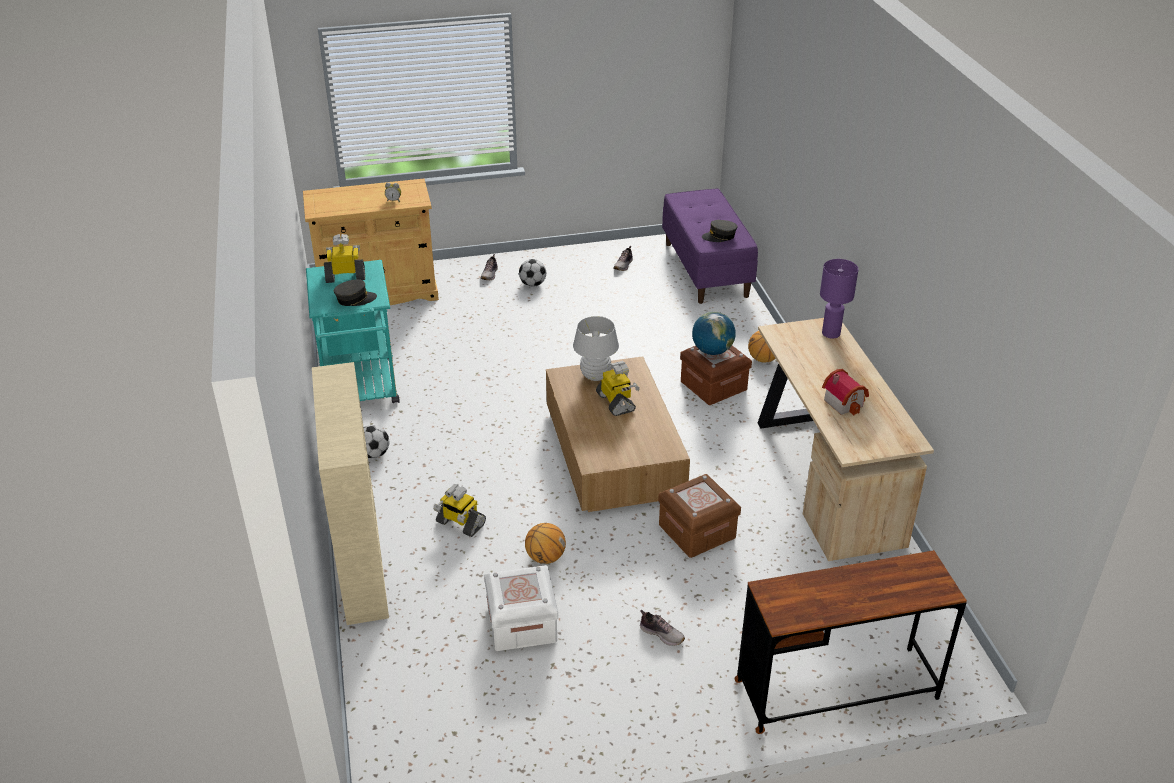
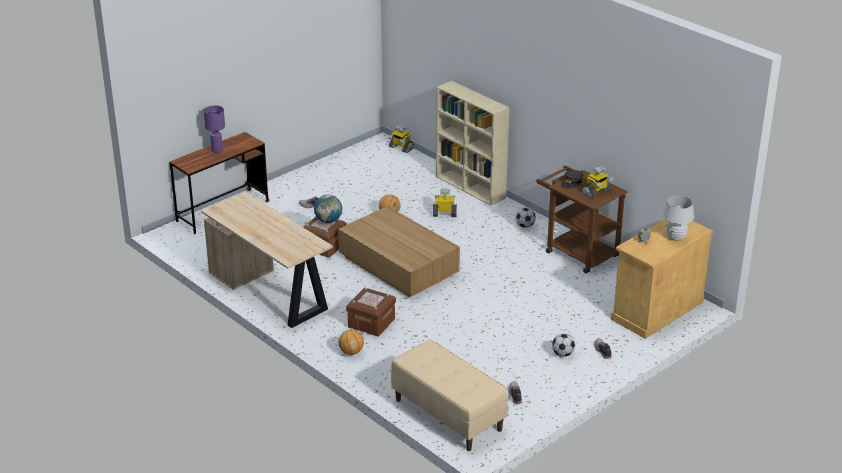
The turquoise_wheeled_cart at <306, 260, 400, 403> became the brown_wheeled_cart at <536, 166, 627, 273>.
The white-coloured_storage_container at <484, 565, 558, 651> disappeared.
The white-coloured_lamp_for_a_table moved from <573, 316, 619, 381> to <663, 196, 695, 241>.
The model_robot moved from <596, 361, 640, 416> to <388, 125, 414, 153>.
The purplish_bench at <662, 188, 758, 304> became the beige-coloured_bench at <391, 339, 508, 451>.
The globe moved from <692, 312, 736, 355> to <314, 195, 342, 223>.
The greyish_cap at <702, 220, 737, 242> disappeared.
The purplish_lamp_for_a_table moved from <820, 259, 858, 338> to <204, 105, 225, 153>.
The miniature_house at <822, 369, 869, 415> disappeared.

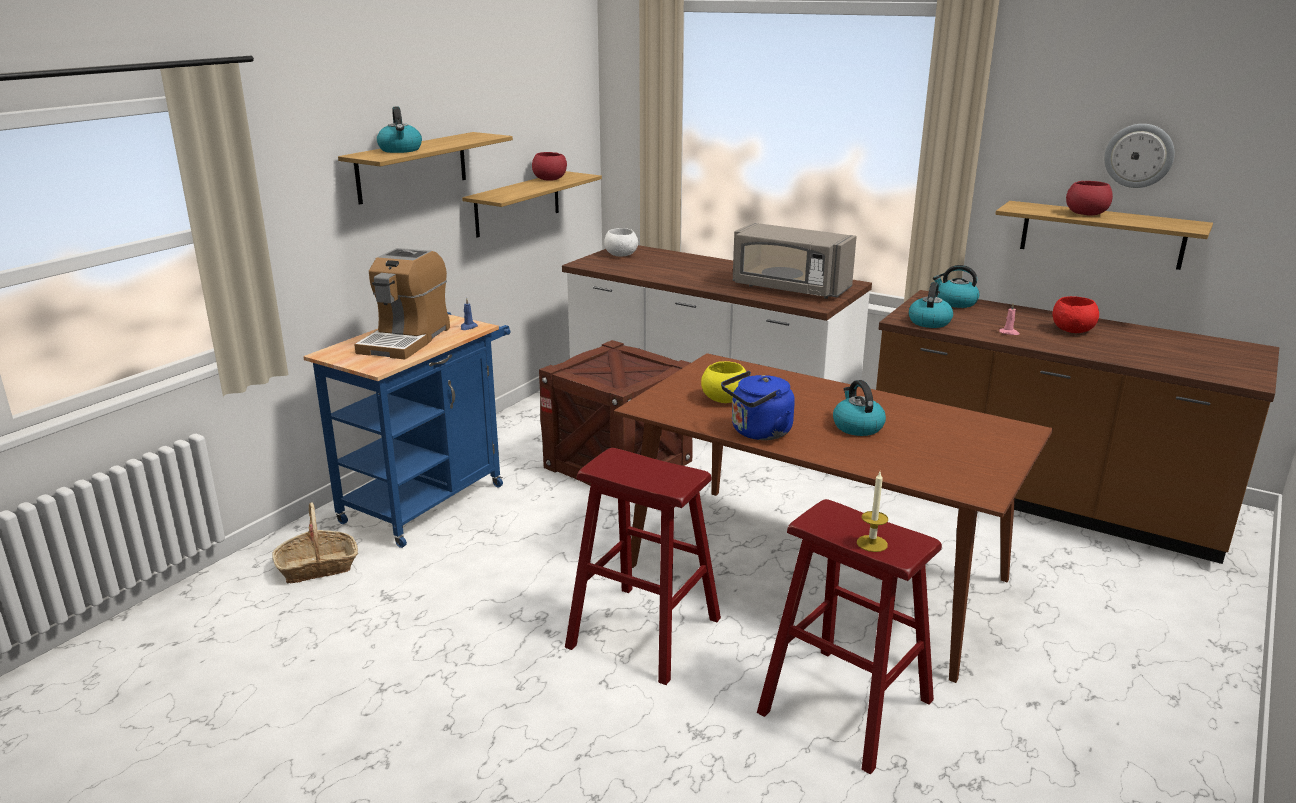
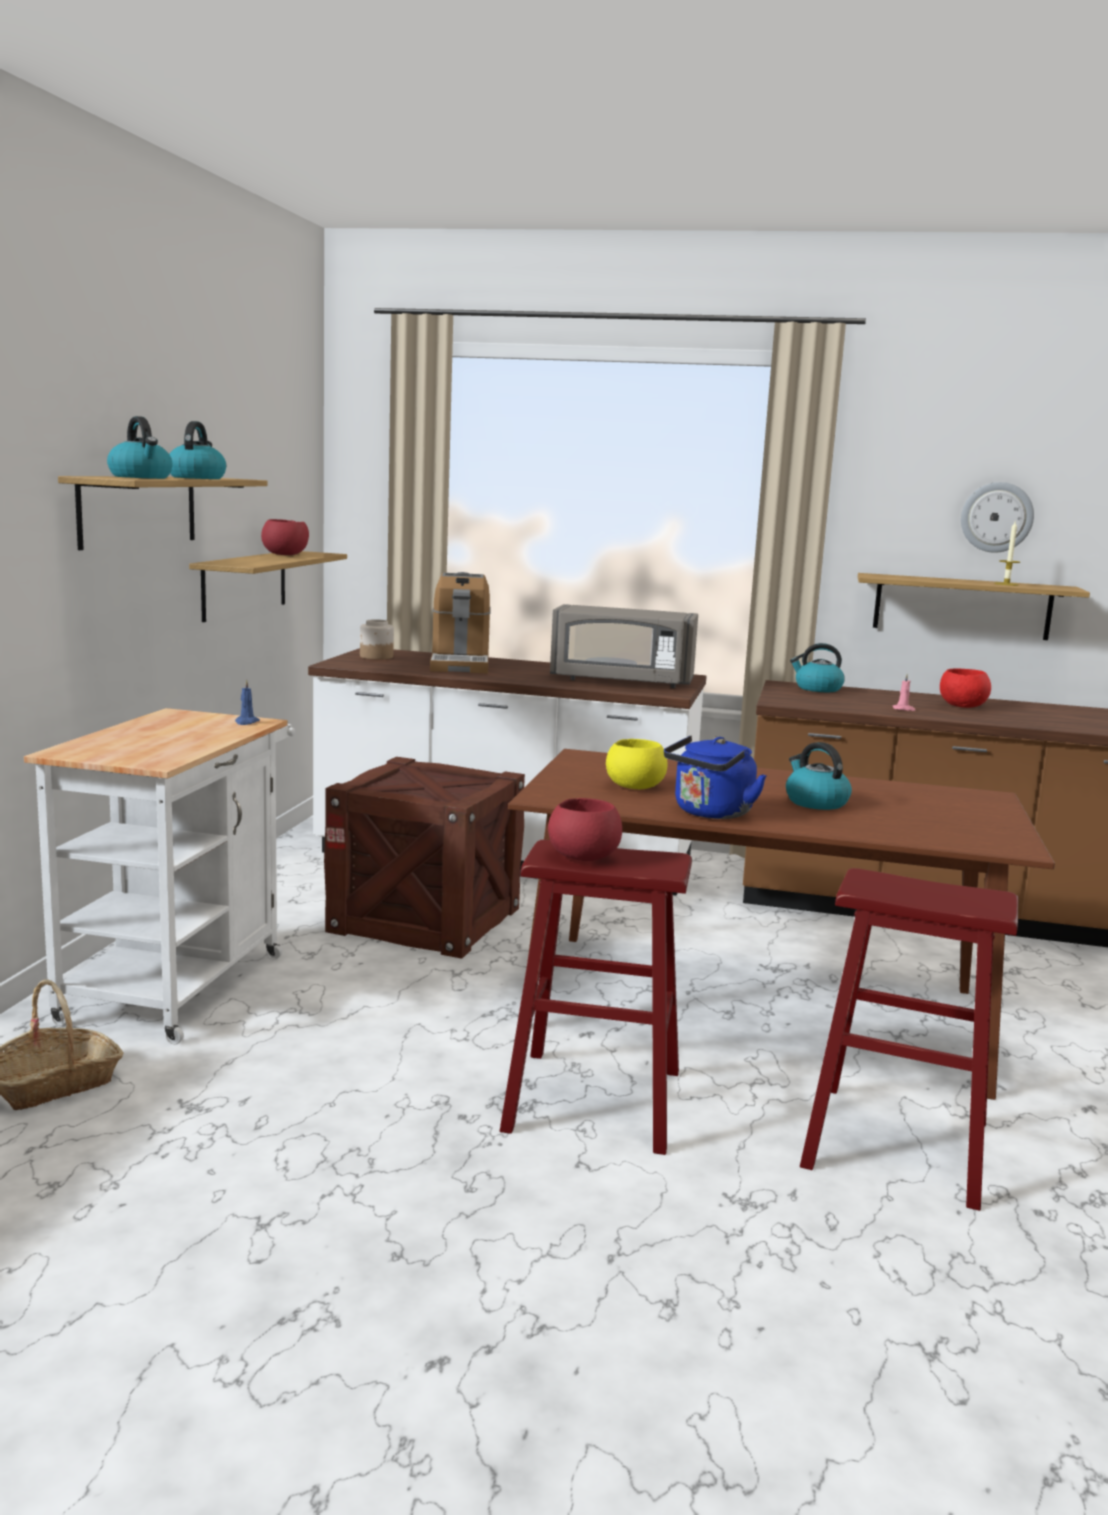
The blue-coloured_wheeled_cart at <303, 312, 511, 548> became the white-coloured_wheeled_cart at <24, 708, 295, 1044>.
The coffee_maker moved from <354, 248, 450, 360> to <430, 572, 491, 673>.
The white-coloured_serving_bowl at <604, 228, 638, 256> was replaced by the preserve_jar at <360, 619, 394, 660>.
The wax_candle moved from <857, 472, 888, 552> to <994, 521, 1020, 586>.
The kettle moved from <909, 282, 953, 328> to <169, 421, 226, 479>.
The red-coloured_serving_bowl moved from <1066, 181, 1113, 216> to <548, 798, 622, 861>.

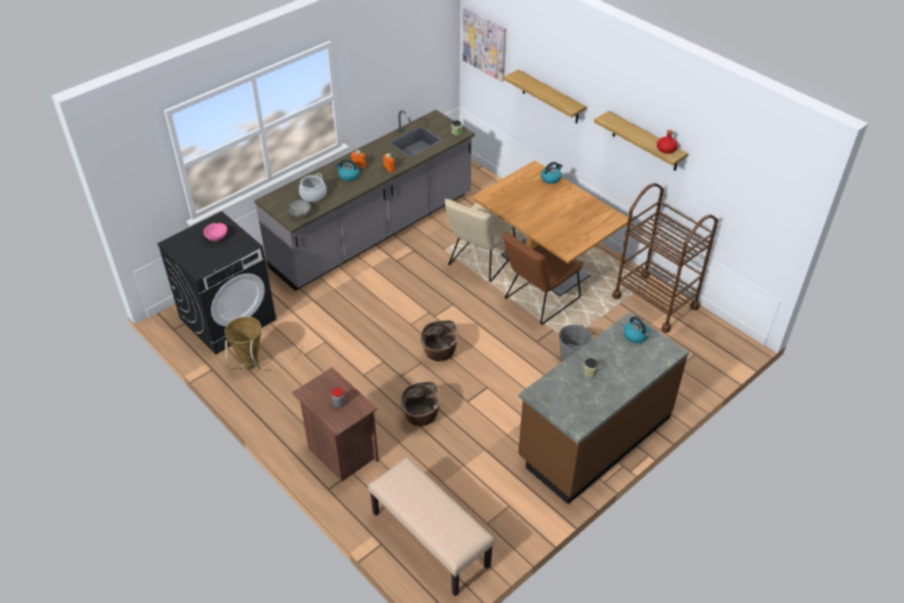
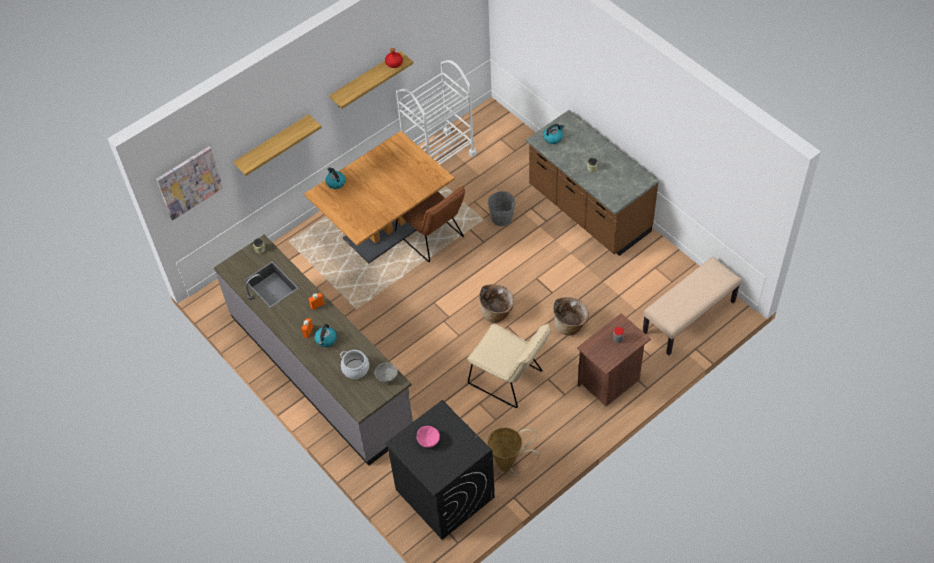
The beige-coloured_chair moved from <445, 198, 515, 282> to <468, 323, 551, 408>.
The brown_wheeled_cart at <612, 183, 718, 333> became the white-coloured_wheeled_cart at <396, 60, 477, 165>.

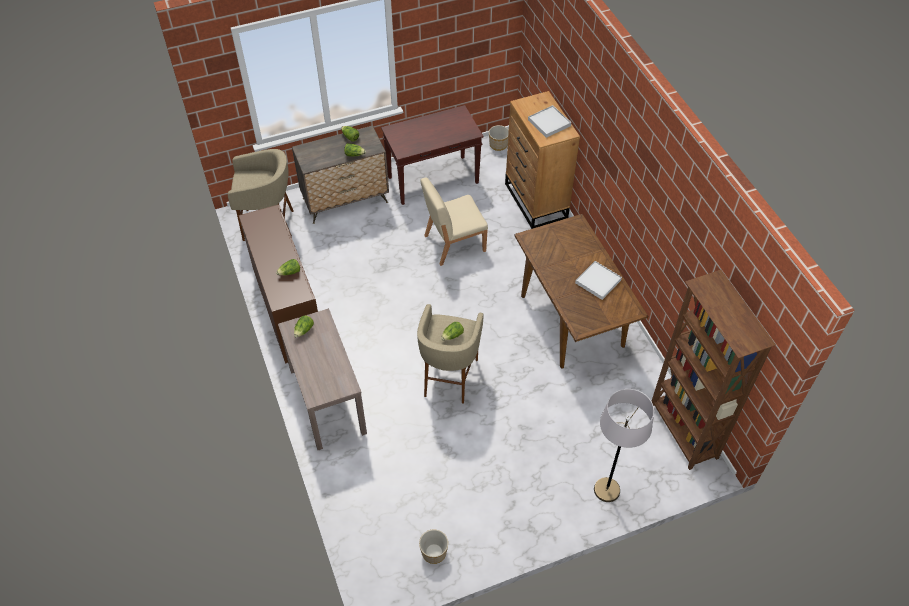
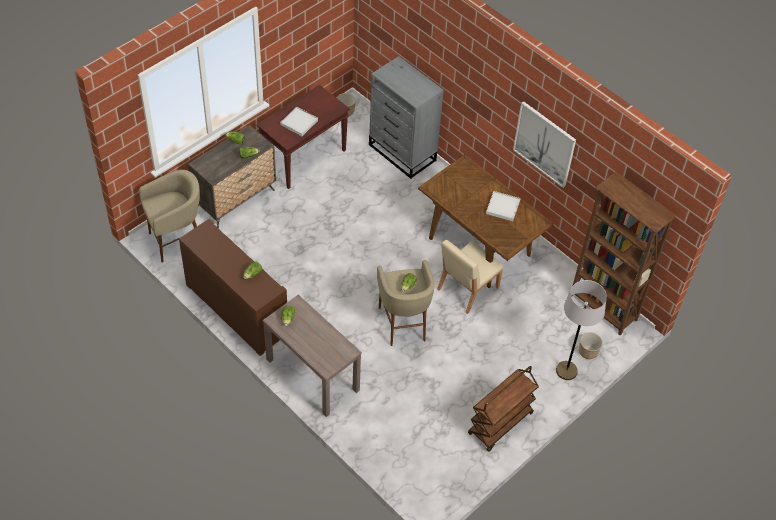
The planter moved from <419, 530, 448, 564> to <579, 332, 603, 359>.
The beige-coloured_chair moved from <420, 178, 488, 266> to <437, 240, 504, 314>.
The brown_drawer_chest at <505, 91, 580, 229> became the greyish_drawer_chest at <369, 56, 444, 179>.
The white-coloured_carrying_tray moved from <528, 105, 571, 138> to <280, 106, 318, 136>.
The brown_wheeled_cart at <468, 366, 539, 452> appeared.
The wall_art at <513, 101, 576, 188> appeared.

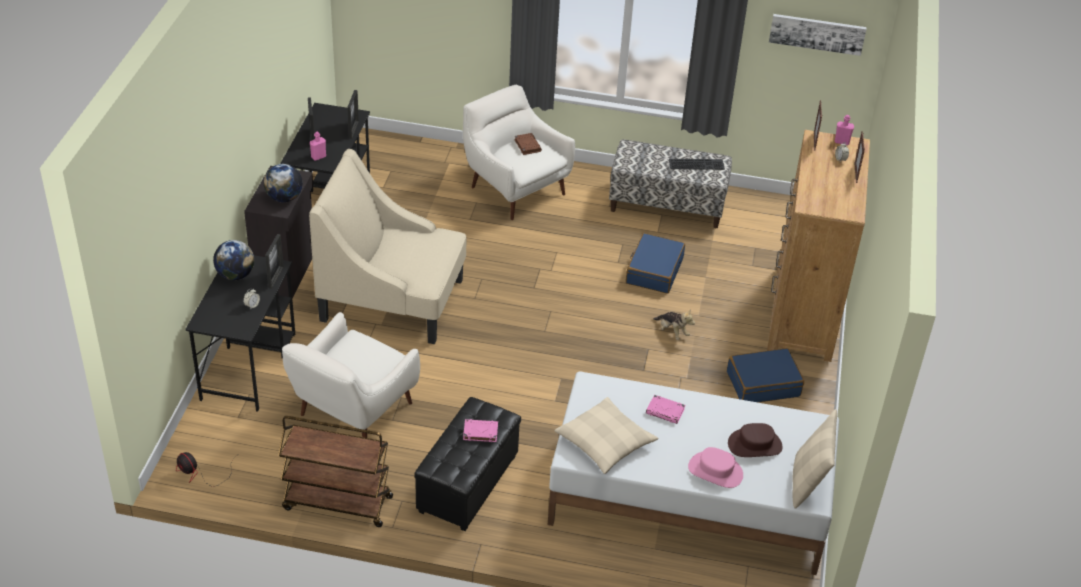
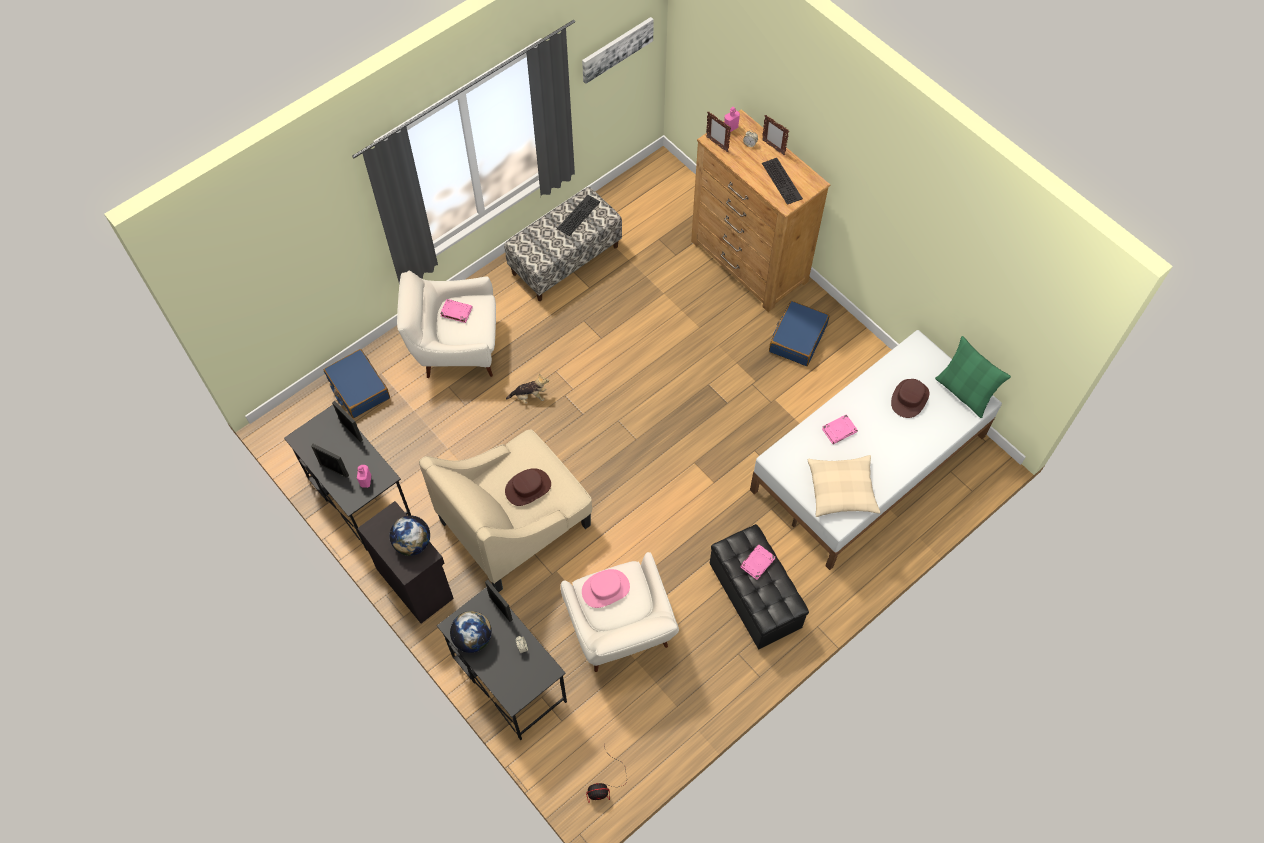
The brown_wheeled_cart at <278, 416, 393, 527> disappeared.
The brown_bound_book at <514, 133, 542, 155> became the pink_bound_book at <440, 299, 472, 323>.
The blue-coloured_travel_case moved from <626, 233, 685, 294> to <324, 349, 390, 418>.
The soft_toy moved from <653, 309, 695, 340> to <506, 373, 549, 403>.
The pink_hat moved from <688, 447, 743, 488> to <582, 569, 630, 608>.
The beige-coloured_cushion at <793, 409, 837, 509> became the green-coloured_cushion at <935, 336, 1011, 418>.
The brown_hat at <505, 468, 551, 506> appeared.
The computer_keyboard at <762, 158, 803, 205> appeared.

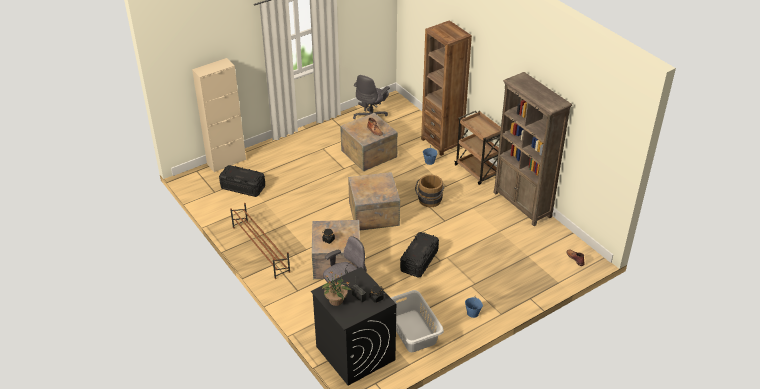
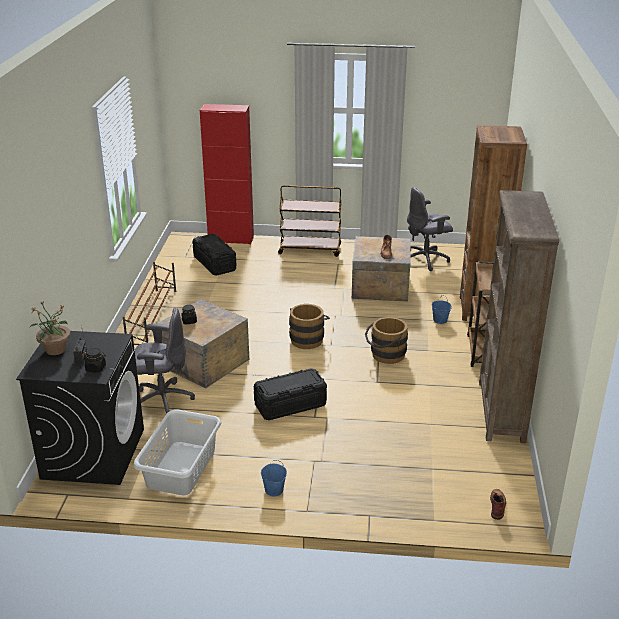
The beige-coloured_cupboard at <192, 58, 246, 172> became the red-coloured_cupboard at <200, 104, 254, 245>.
The shipping_crate at <348, 172, 400, 231> was replaced by the brown_water_bucket at <289, 304, 330, 349>.
The brown_wheeled_cart at <278, 185, 341, 257> appeared.

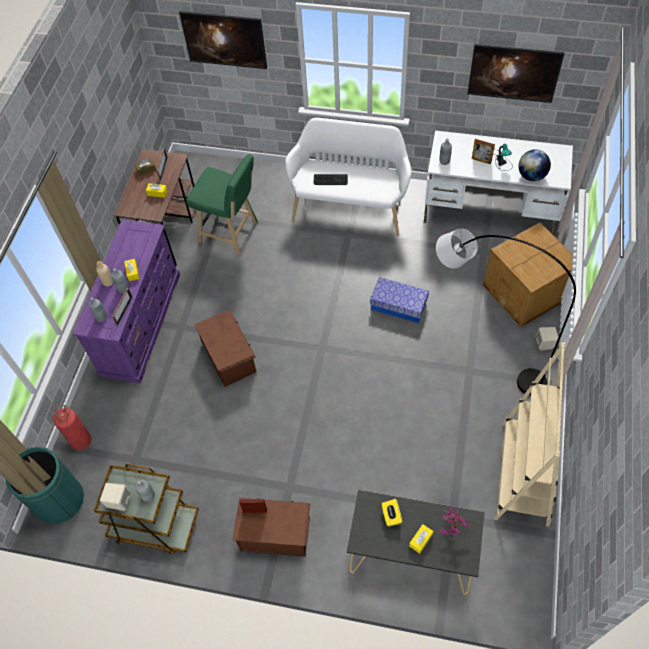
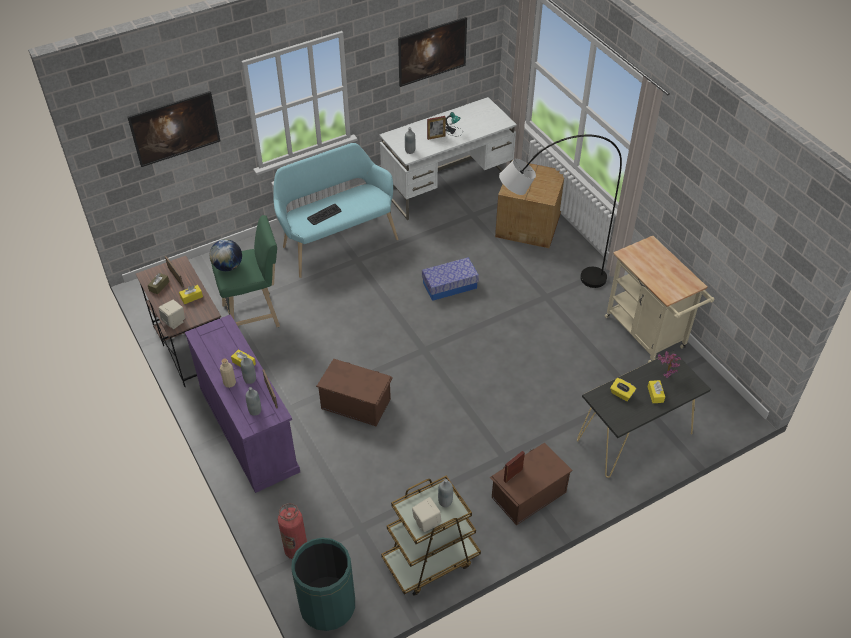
The white-coloured_bench at <285, 118, 412, 236> became the turquoise_bench at <274, 143, 398, 278>.
The beige-coloured_bookshelf at <494, 342, 565, 527> was replaced by the beige-coloured_wheeled_cart at <605, 236, 714, 363>.
The globe moved from <518, 149, 551, 181> to <210, 239, 242, 271>.
The beige-coloured_audio_speaker moved from <535, 327, 558, 350> to <158, 300, 185, 329>.

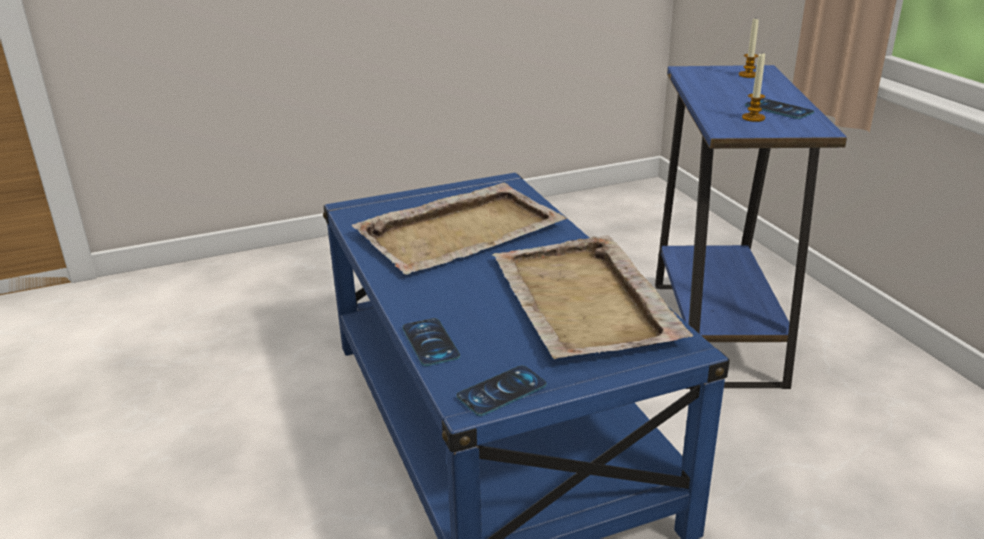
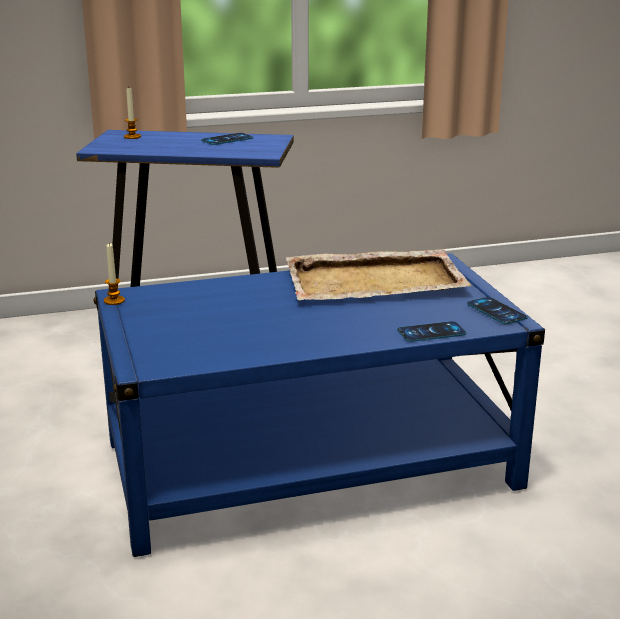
The beige-coloured_carrying_tray at <351, 182, 567, 275> disappeared.
The wax_candle moved from <742, 54, 765, 122> to <104, 243, 125, 305>.

